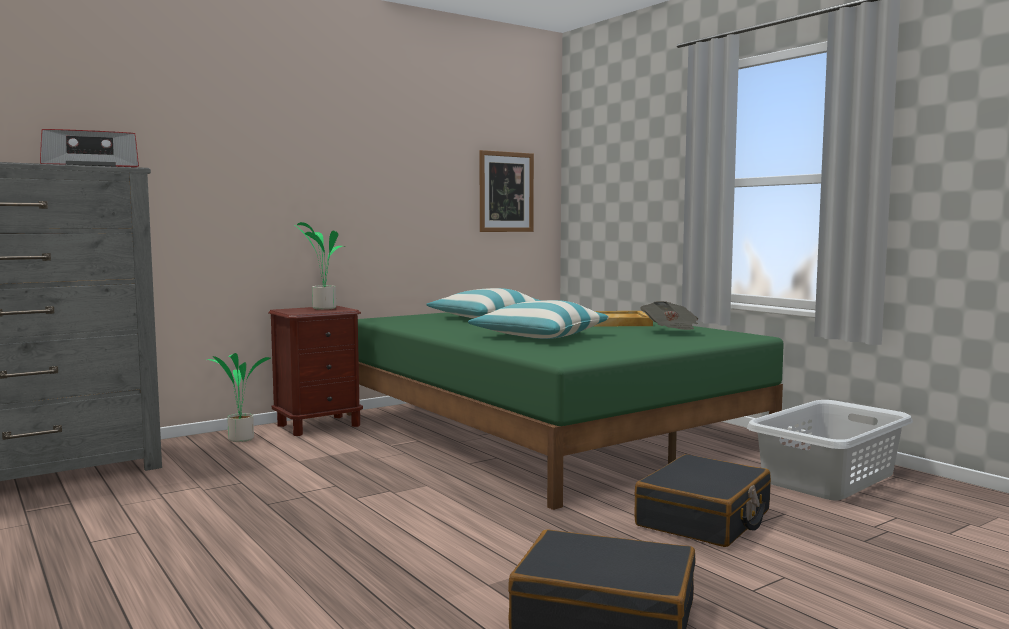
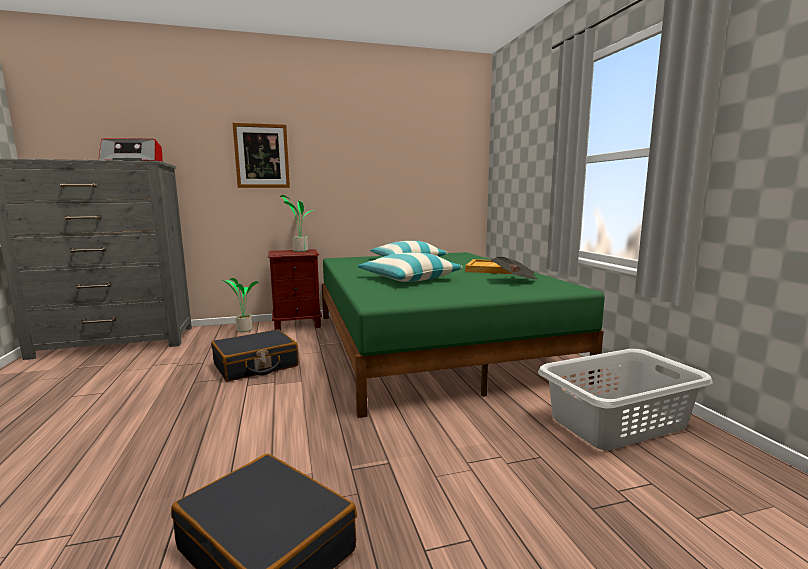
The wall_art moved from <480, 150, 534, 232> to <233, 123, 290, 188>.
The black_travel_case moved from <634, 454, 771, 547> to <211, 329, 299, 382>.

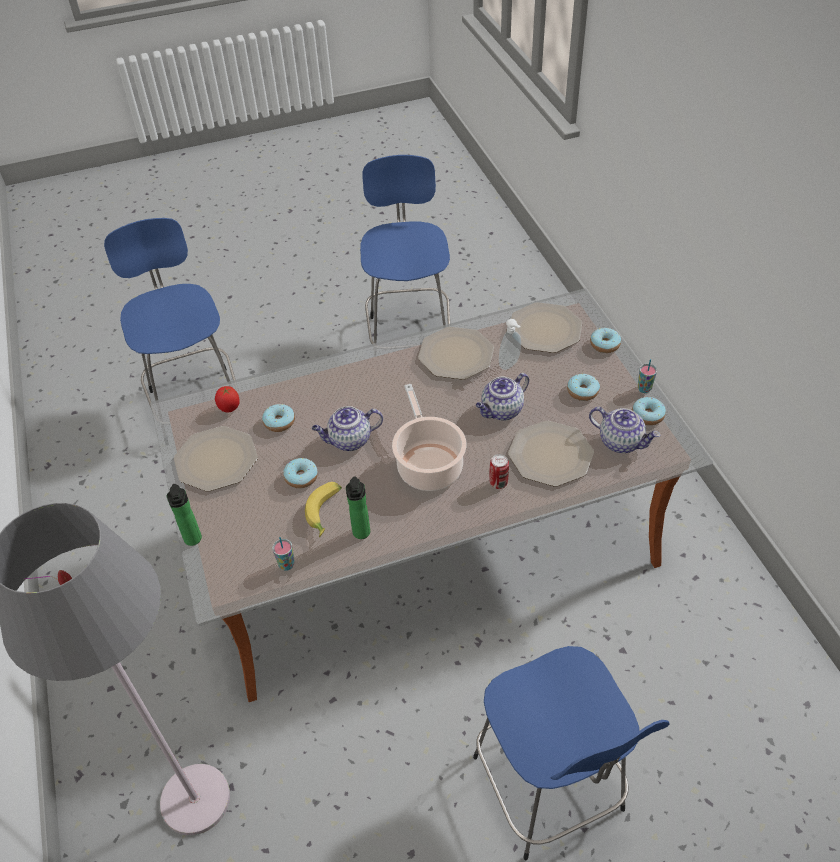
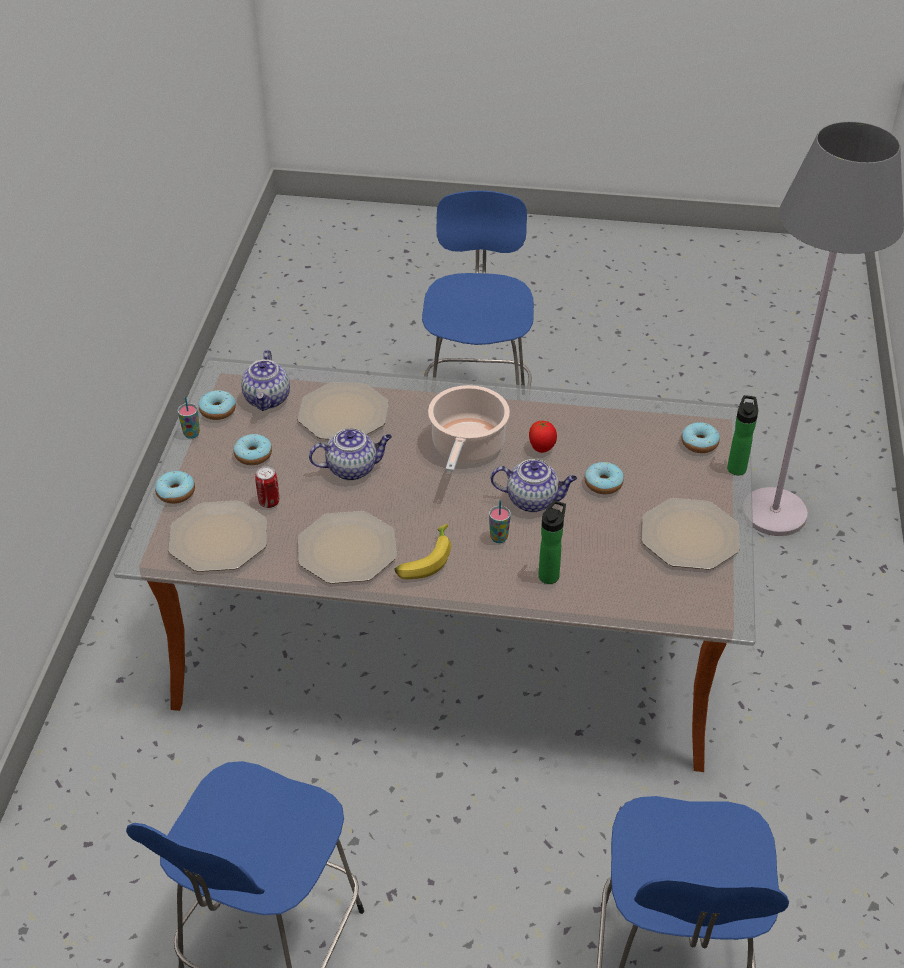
The fresh_tomato moved from <215, 386, 239, 412> to <529, 420, 557, 453>.
The donut moved from <262, 404, 295, 432> to <681, 422, 720, 453>.
The small_cup moved from <272, 537, 295, 571> to <489, 500, 511, 543>.
The whole_banana moved from <305, 482, 342, 537> to <394, 524, 451, 579>.
The bottle moved from <346, 476, 370, 539> to <538, 500, 566, 584>.
The sealed_can moved from <489, 454, 509, 489> to <255, 466, 279, 508>.
The liquid_soap_bottle at <499, 319, 521, 370> disappeared.
The tea_pot at <589, 407, 660, 453> turned 150 degrees counterclockwise.

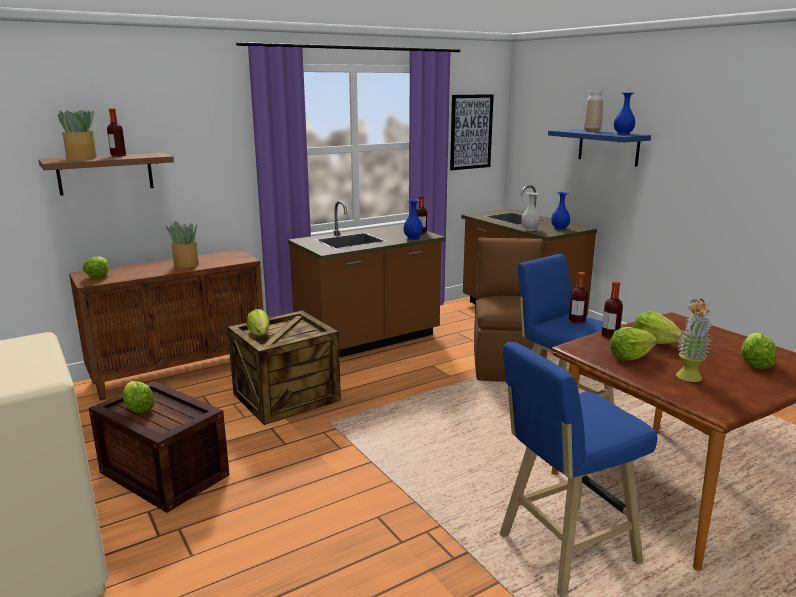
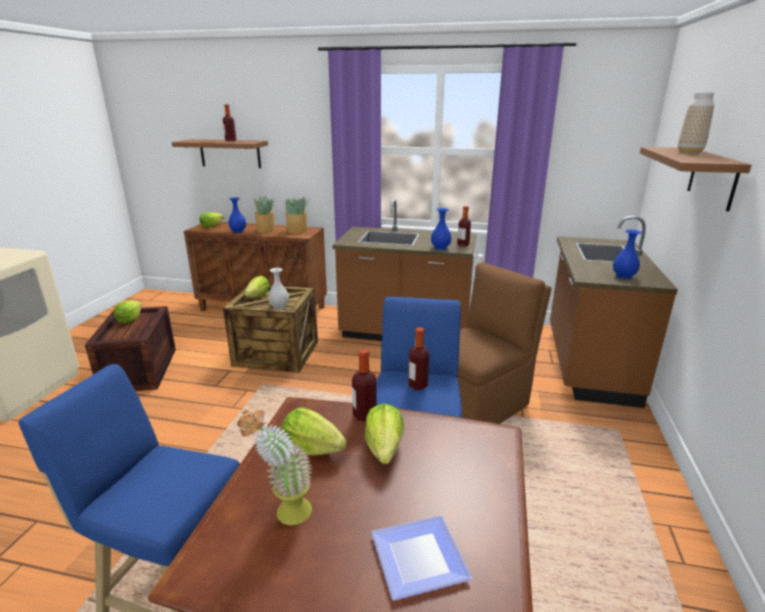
The potted_plant moved from <58, 110, 97, 160> to <285, 197, 309, 233>.
The wall_art at <450, 94, 494, 170> disappeared.
The white-coloured_vase moved from <521, 193, 540, 231> to <268, 268, 289, 309>.
The blue-coloured_wall_shelf at <548, 129, 651, 166> became the brown_wall_shelf at <640, 147, 752, 211>.
The blue-coloured_vase moved from <614, 93, 635, 135> to <228, 198, 246, 233>.
The head_of_lettuce at <741, 333, 777, 369> was replaced by the flat_dish at <371, 515, 472, 601>.

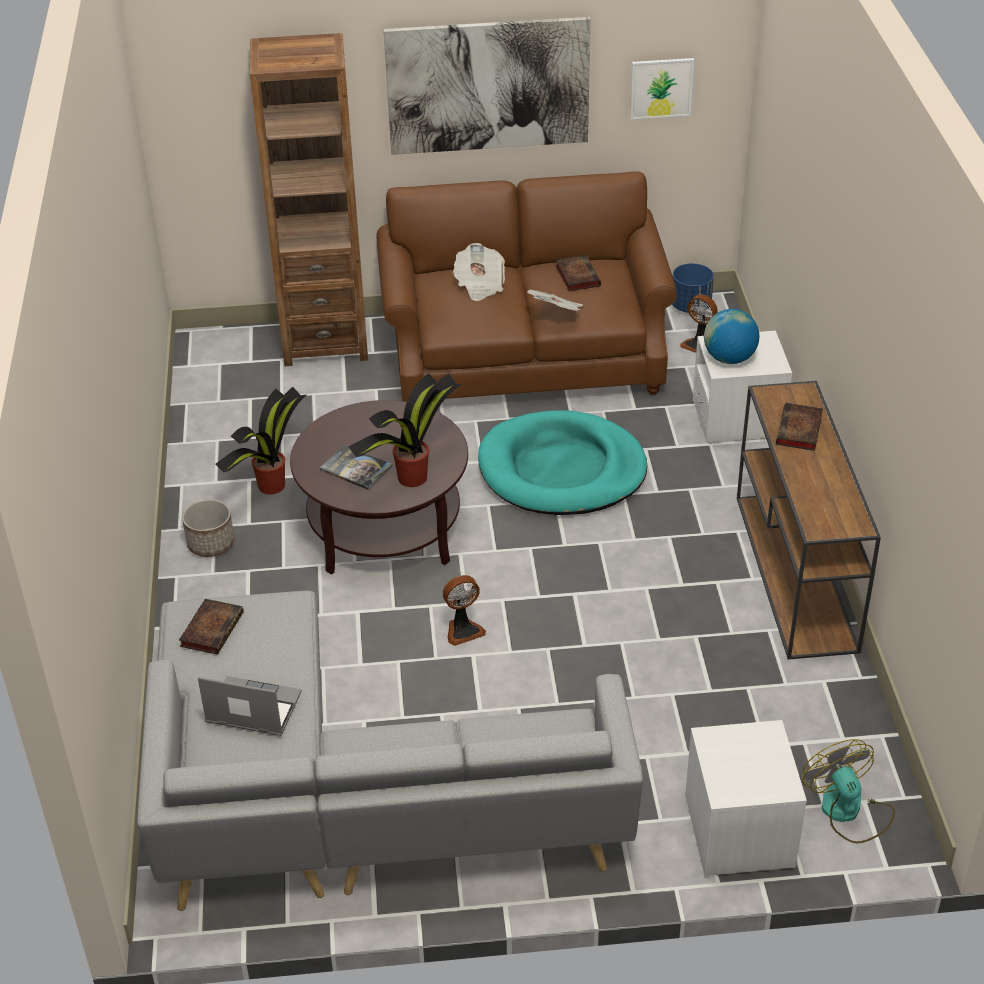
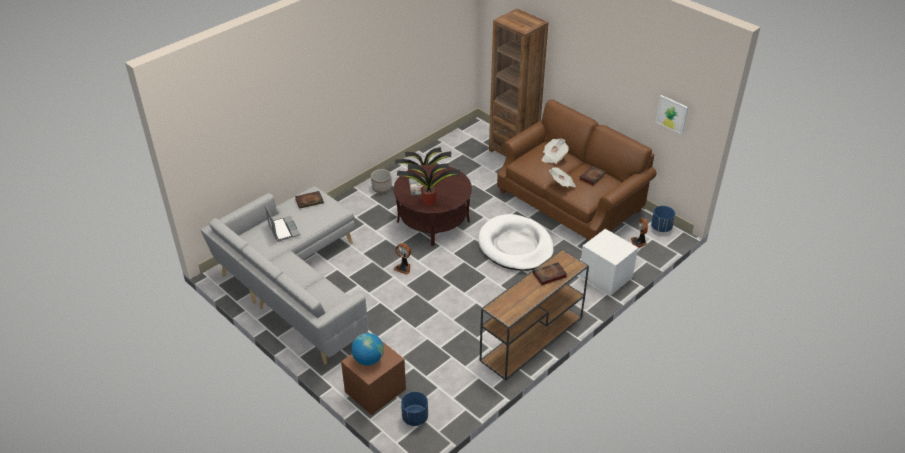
The wall_art at <384, 17, 591, 155> disappeared.
The turquoise_pet_bed at <478, 410, 647, 515> became the white-coloured_pet_bed at <478, 214, 554, 271>.
The white-coloured_night_table at <685, 720, 807, 876> became the brown_night_table at <341, 340, 406, 415>.
The globe moved from <704, 309, 760, 364> to <351, 333, 384, 365>.
The fan at <802, 739, 895, 843> was replaced by the blue-coloured_planter at <401, 391, 428, 426>.

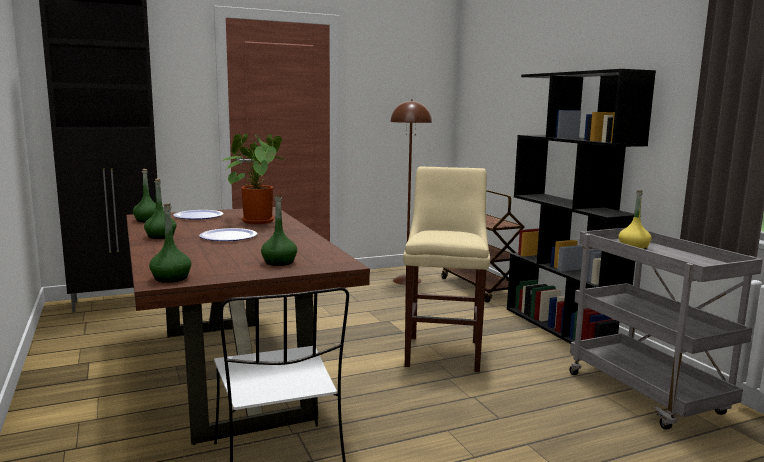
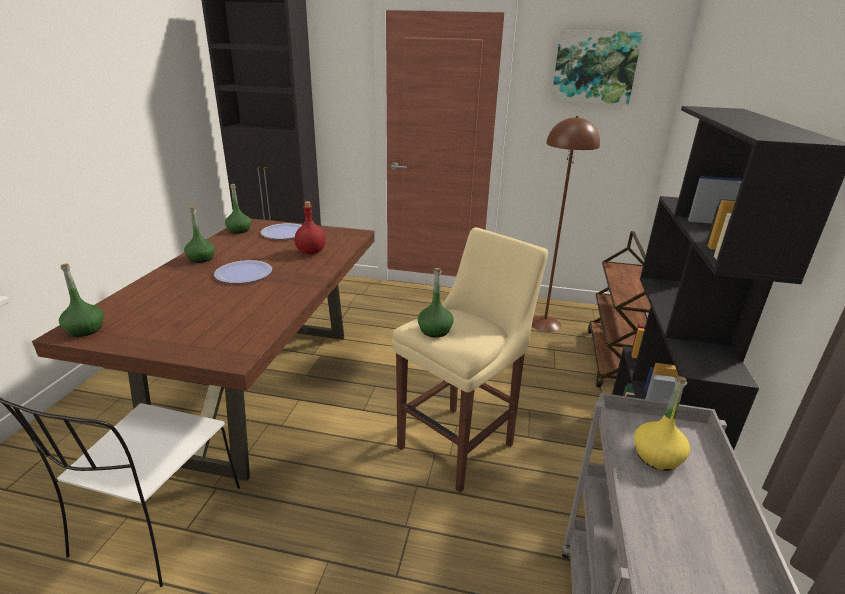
The potted_plant at <222, 133, 285, 224> was replaced by the red-coloured_bottle at <294, 201, 326, 255>.
The green-coloured_bottle moved from <261, 195, 297, 266> to <418, 268, 454, 338>.
The wall_art at <551, 30, 643, 105> appeared.

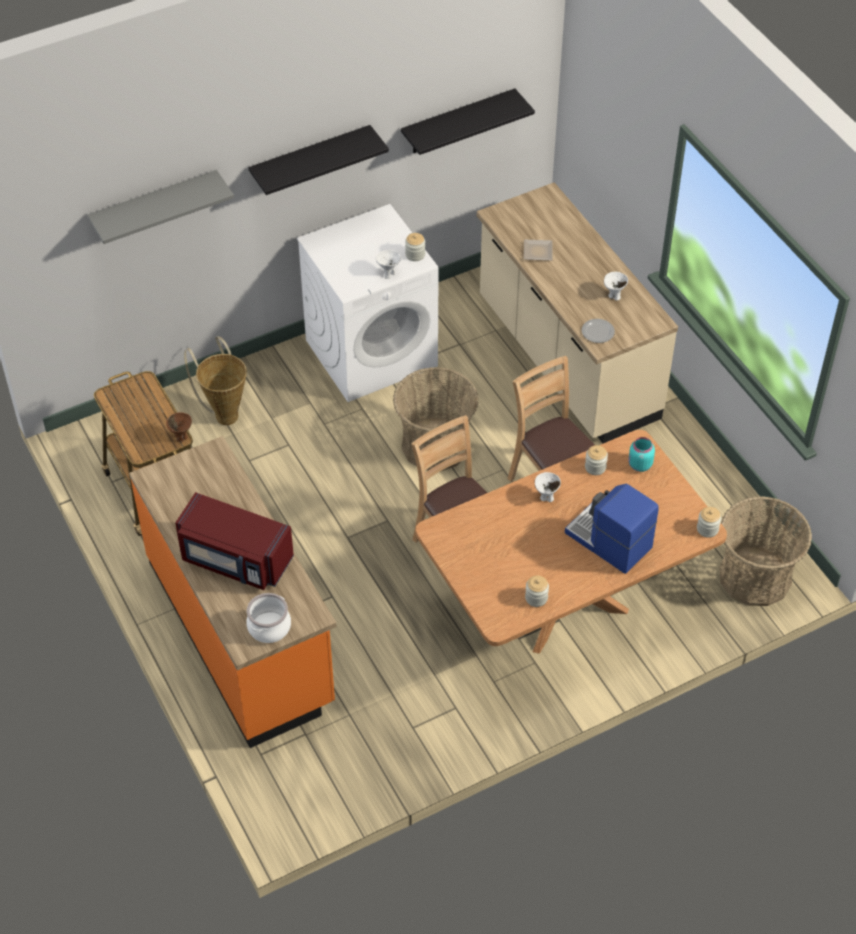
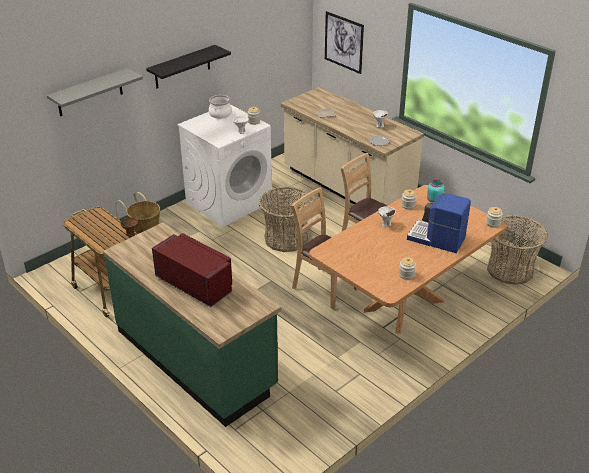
The orange_kitchen_counter at <129, 436, 336, 748> became the green-coloured_kitchen_counter at <103, 222, 281, 427>.
The red-coloured_microwave at <175, 492, 294, 590> turned 150 degrees counterclockwise.
The saucepot moved from <246, 593, 291, 643> to <209, 95, 232, 119>.
The black_wall_shelf at <401, 88, 535, 155> disappeared.
The wall_art at <325, 11, 364, 74> appeared.

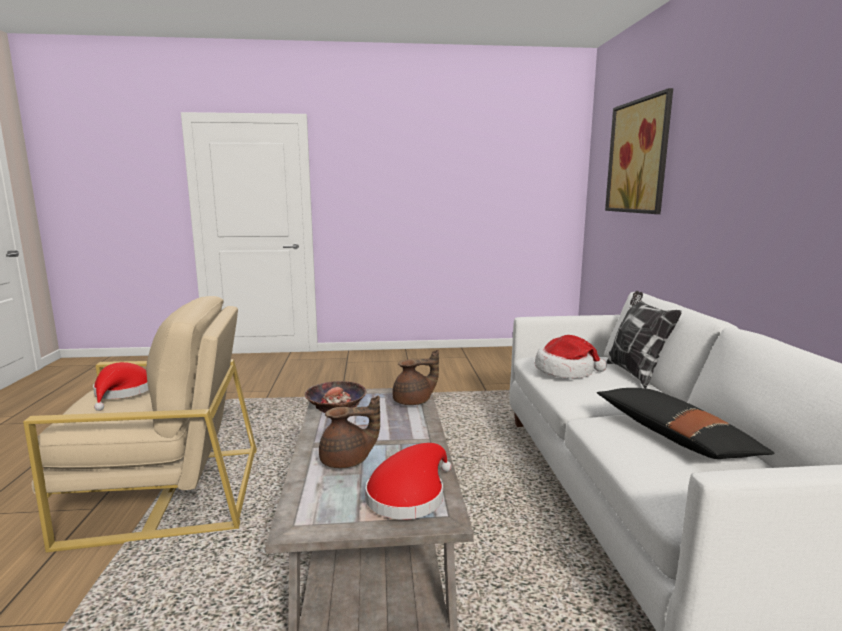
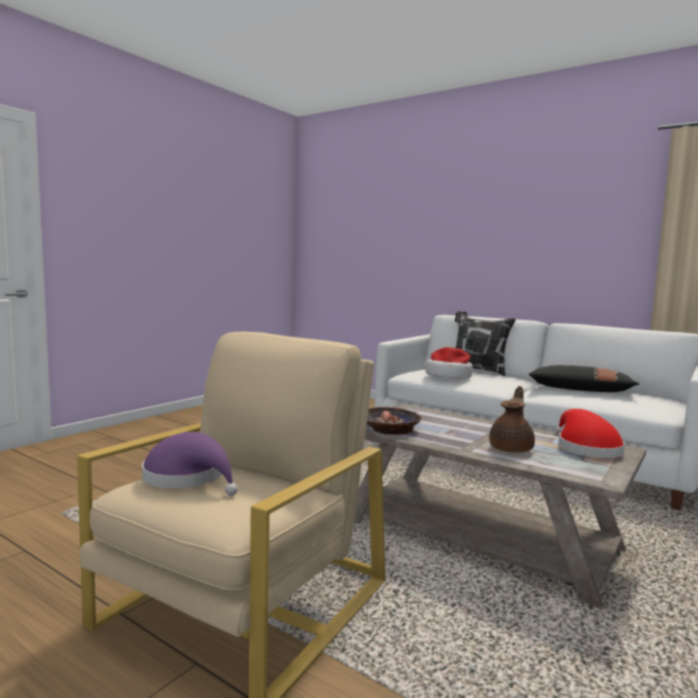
The red-coloured_hat at <93, 362, 149, 411> became the purplish_hat at <142, 432, 238, 496>.
The brown_tea_pot at <392, 350, 439, 405> disappeared.
The wall_art at <605, 88, 673, 214> disappeared.

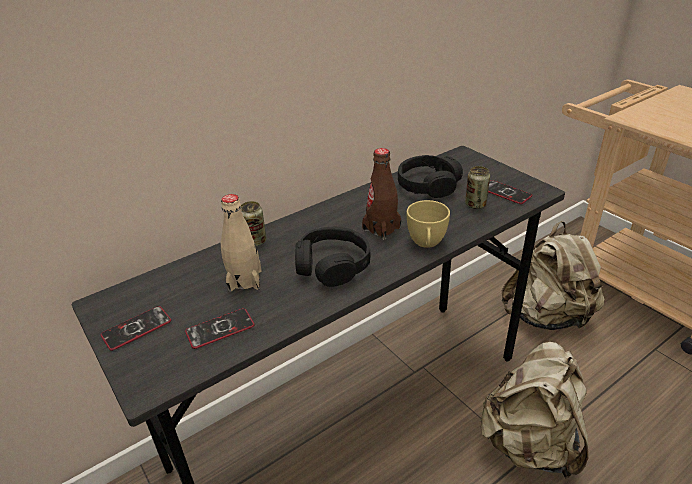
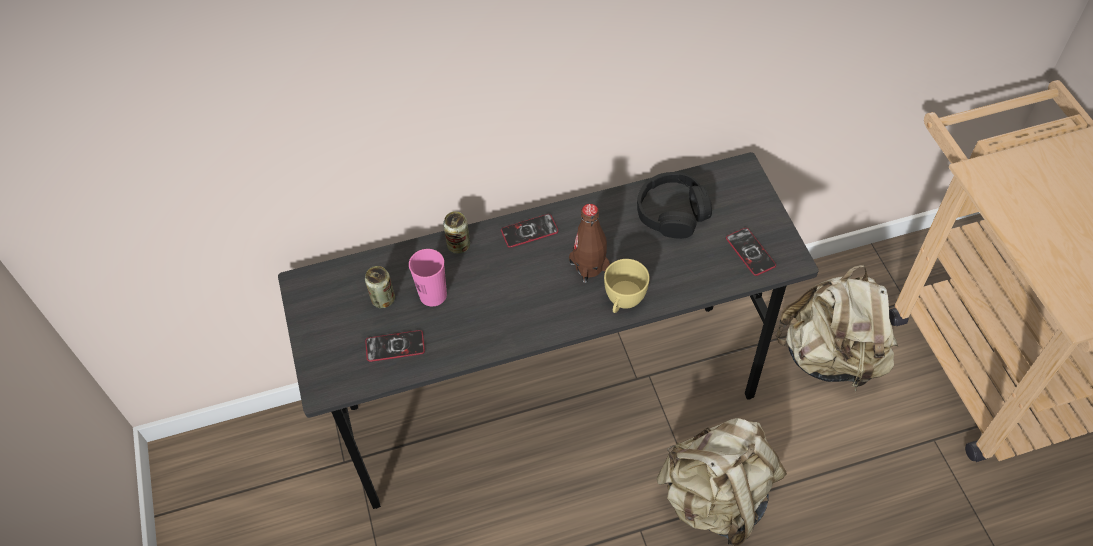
The phone moved from <101, 306, 171, 351> to <501, 214, 558, 248>.
The beige-coloured_bottle at <221, 194, 261, 292> was replaced by the pink_small_cup at <409, 249, 447, 306>.
The black_headset at <295, 227, 371, 287> disappeared.
The sealed_can moved from <465, 166, 490, 209> to <365, 266, 395, 308>.

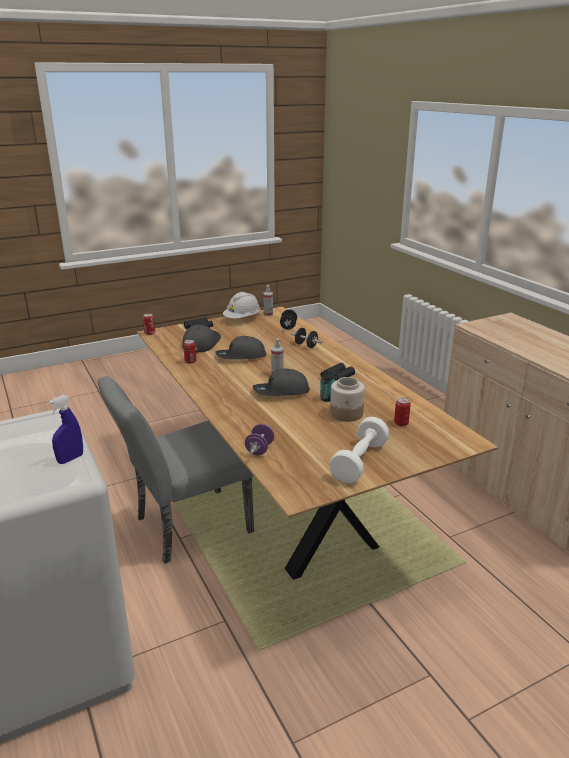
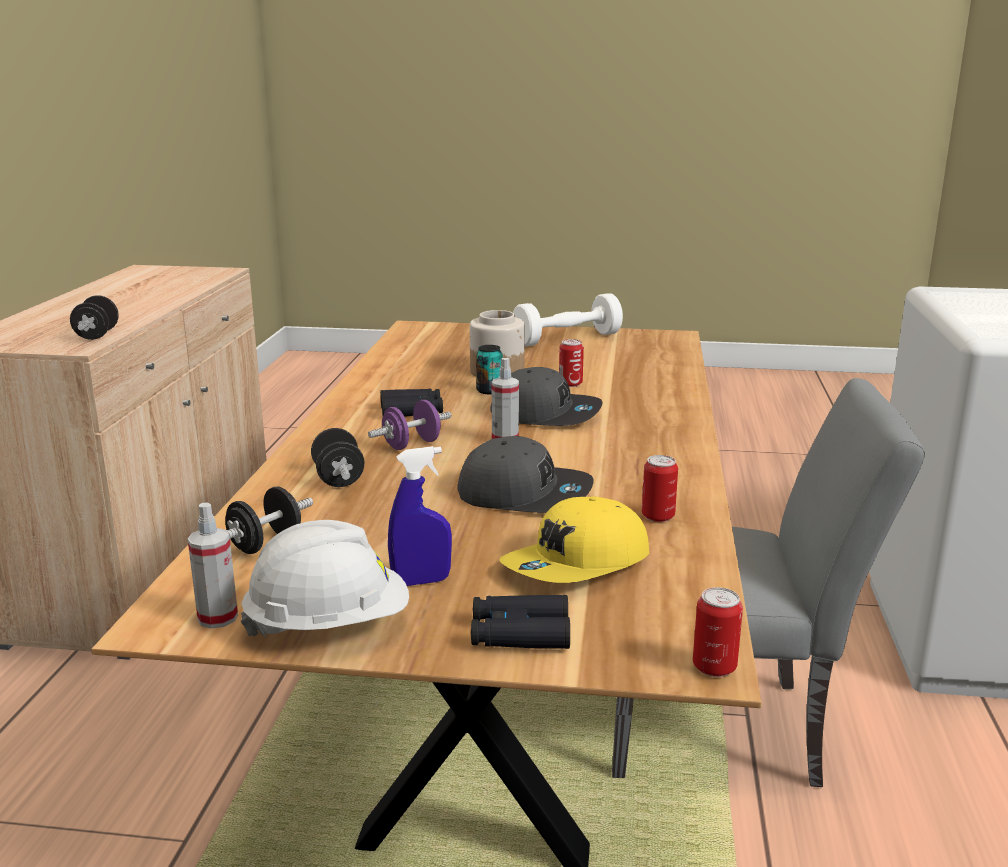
The blue-coloured_spray_bottle moved from <48, 395, 83, 464> to <388, 446, 452, 586>.
The greyish_cap at <182, 325, 221, 352> became the yellowish_cap at <500, 497, 649, 583>.
The purplish_dumbbell moved from <245, 424, 274, 455> to <368, 400, 451, 450>.
The sealed_can moved from <394, 397, 411, 426> to <559, 339, 584, 387>.
The black_dumbbell at <70, 295, 119, 340> appeared.

